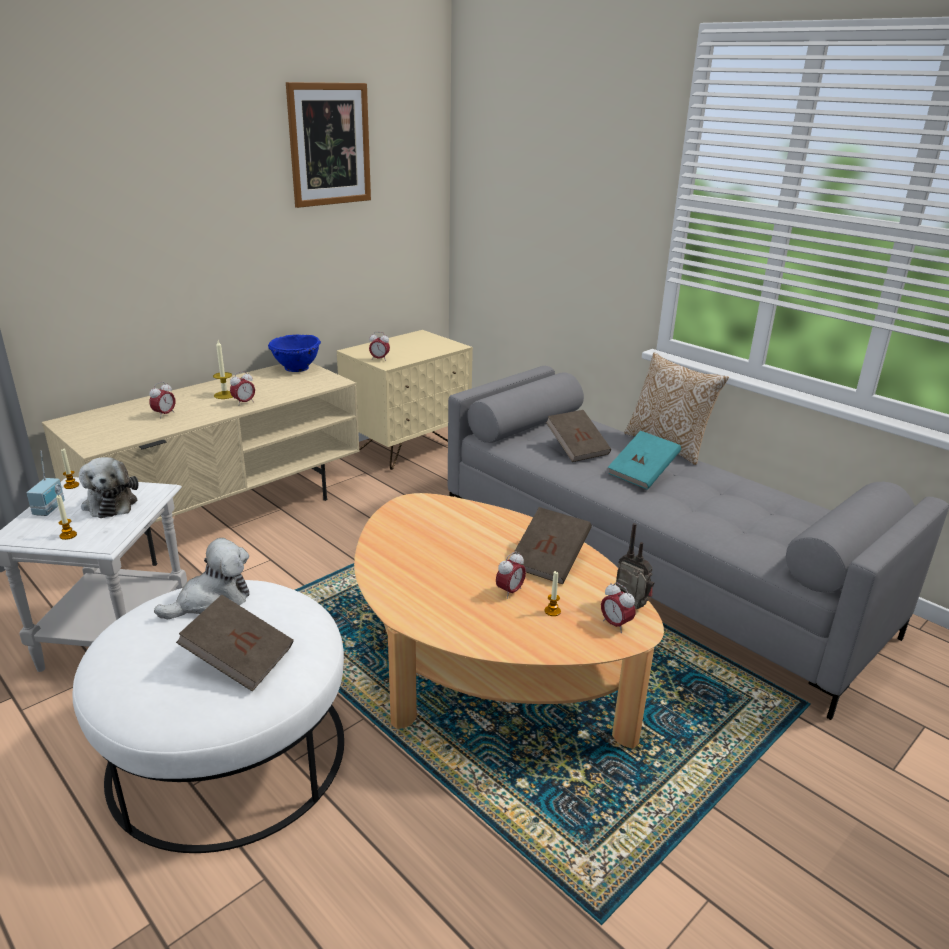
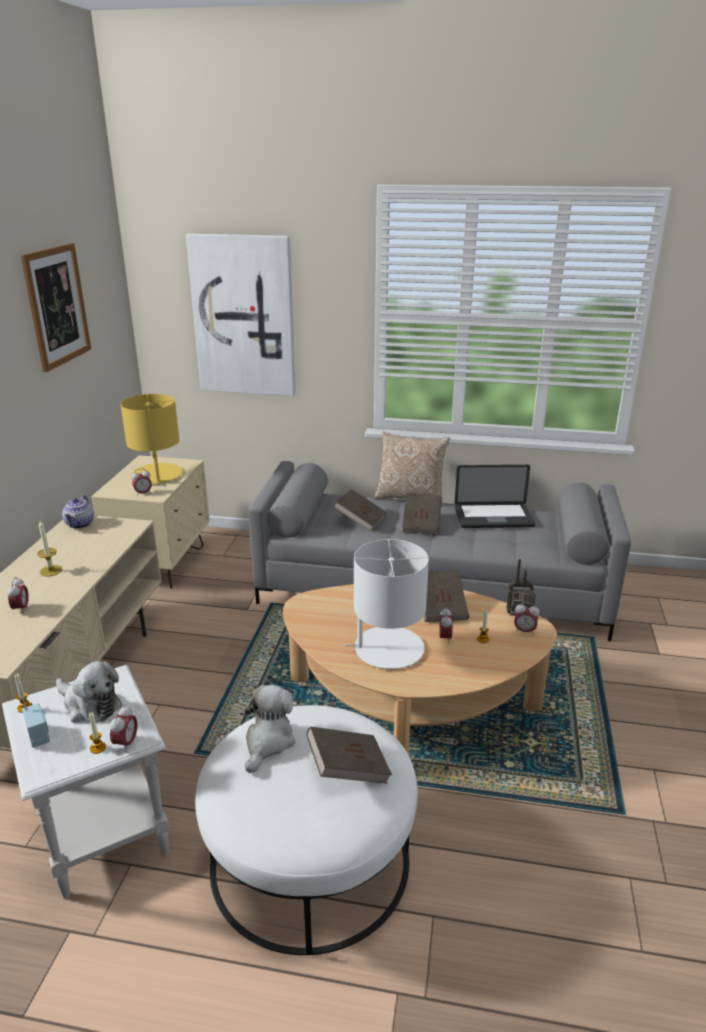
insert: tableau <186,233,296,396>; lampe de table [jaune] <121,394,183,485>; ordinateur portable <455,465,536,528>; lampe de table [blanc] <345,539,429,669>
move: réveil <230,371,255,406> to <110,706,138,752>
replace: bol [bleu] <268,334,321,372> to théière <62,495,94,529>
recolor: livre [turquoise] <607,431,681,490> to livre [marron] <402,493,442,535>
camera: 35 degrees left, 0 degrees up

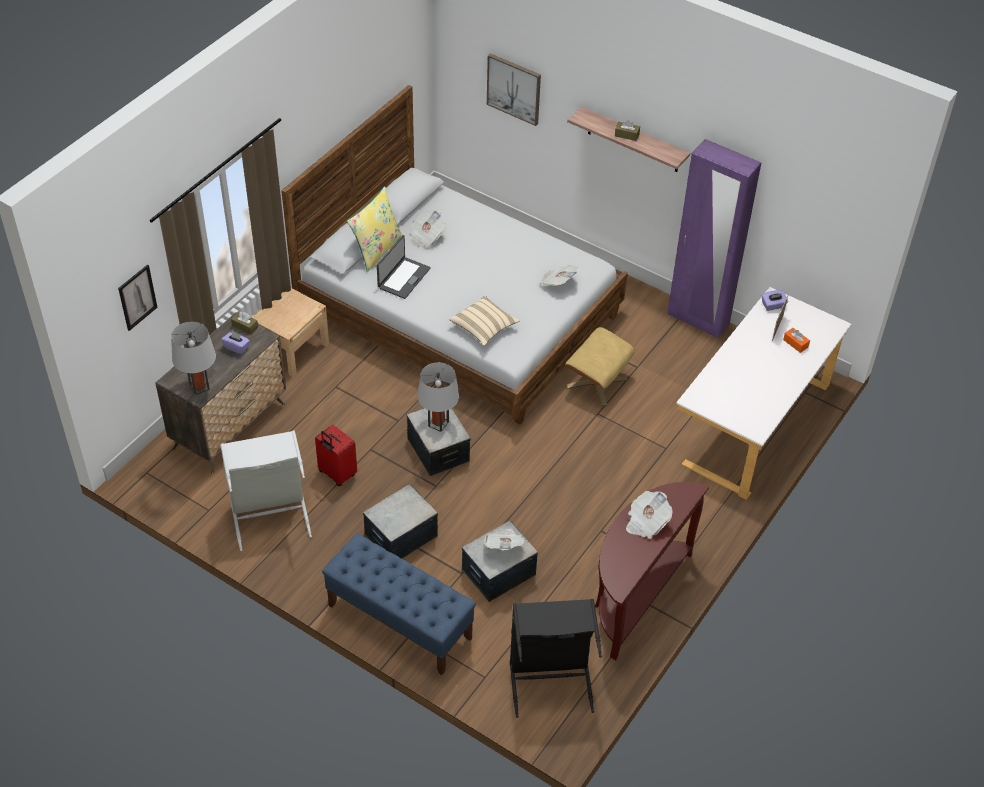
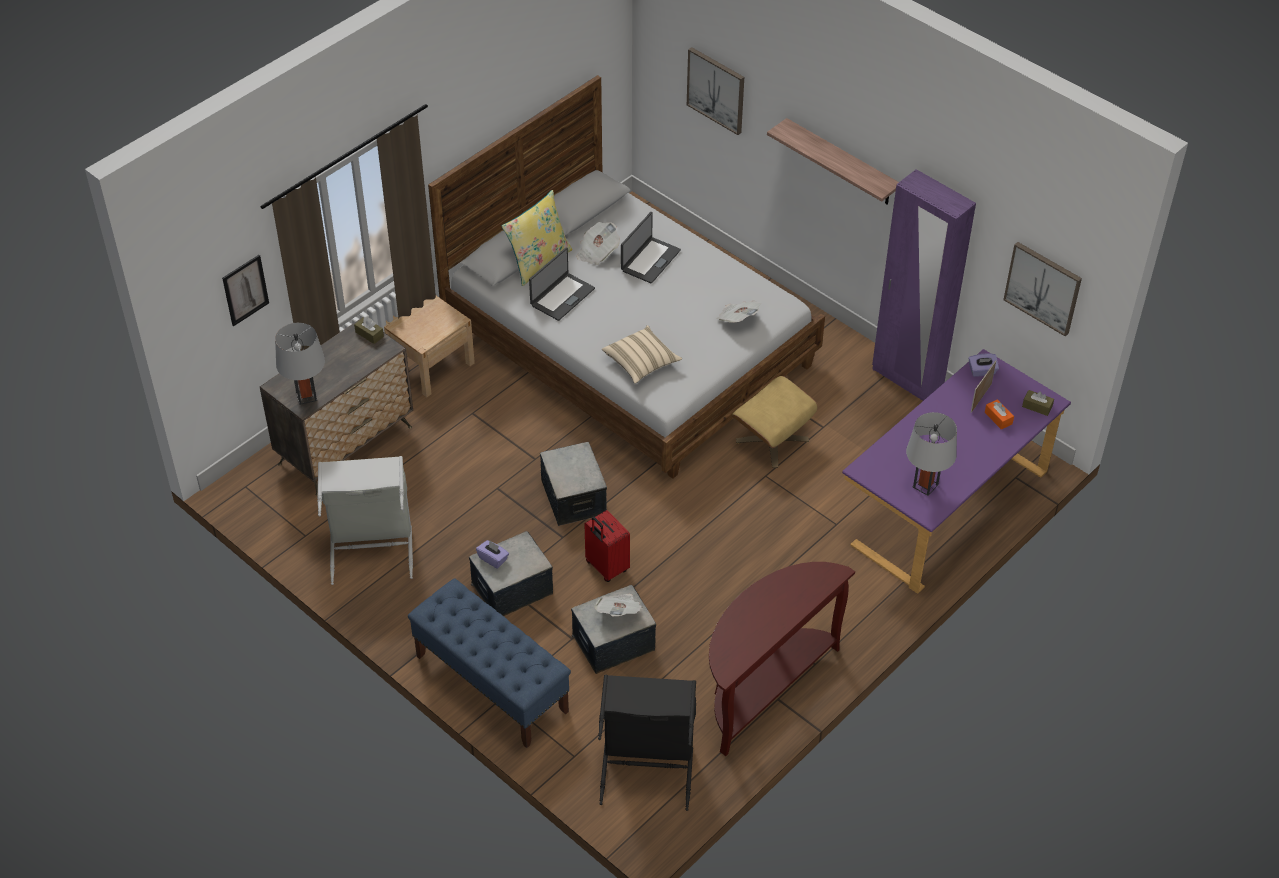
delete: journal <626,491,673,539>
insert: ordinateur portable <621,212,681,284>; tableau <1003,242,1082,337>
move: boîte à mouchoirs [marron] <615,120,640,141> to <1022,390,1054,416>; boîte à mouchoirs [violet] <221,331,250,355> to <476,540,509,569>; lampe de table [gris] <418,362,459,432> to <906,412,957,496>; valise [rouge] <315,425,357,486> to <584,510,630,582>
recolor: bureau [blanc] <676,287,852,500> to bureau [violet] <842,349,1071,594>
camera: 10 degrees right, 0 degrees up

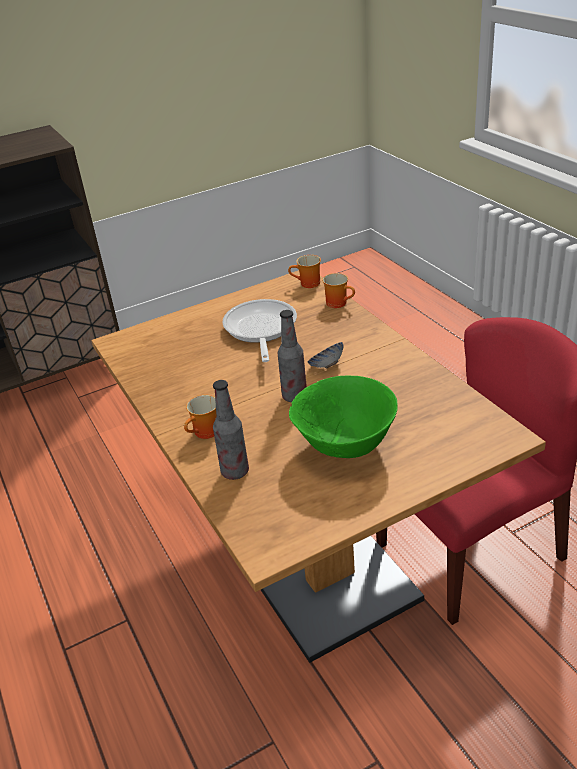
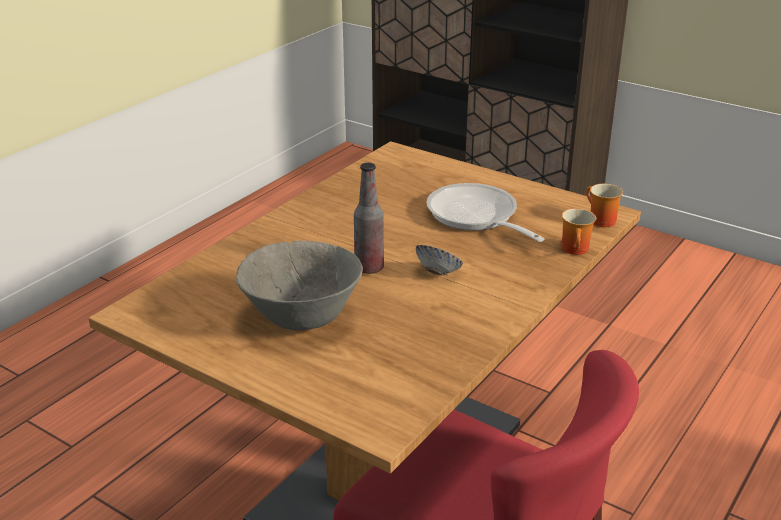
delete: bouteille <213,380,249,480>; mug <184,395,217,439>
recolor: bol [vert] <289,376,398,458> to bol [gris] <236,241,363,330>
rotate: poêle <222,299,297,362> = <426,183,545,242> 90 degrees counterclockwise
camera: 60 degrees right, 5 degrees down

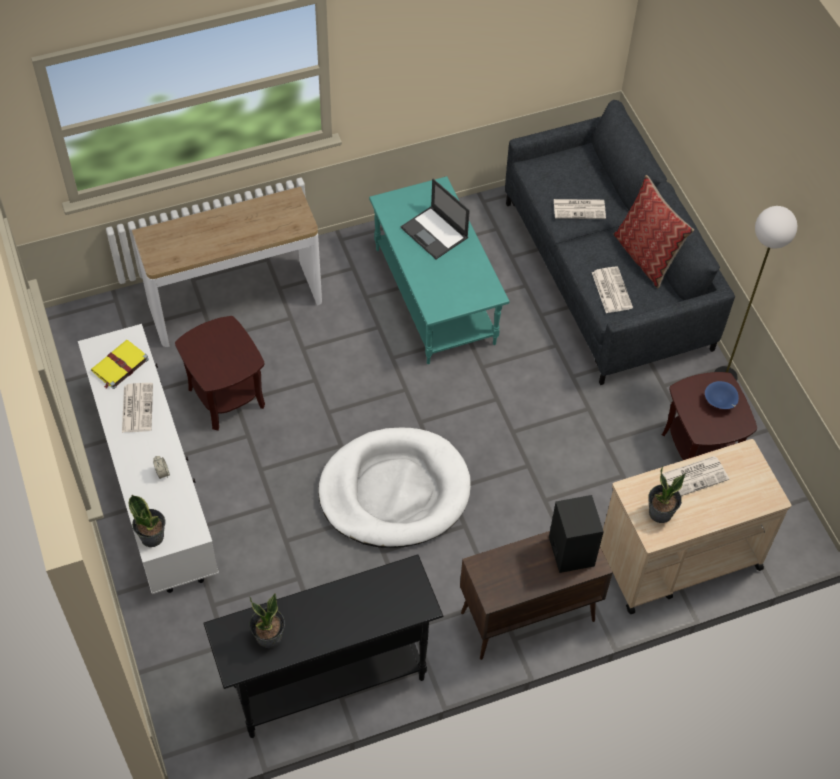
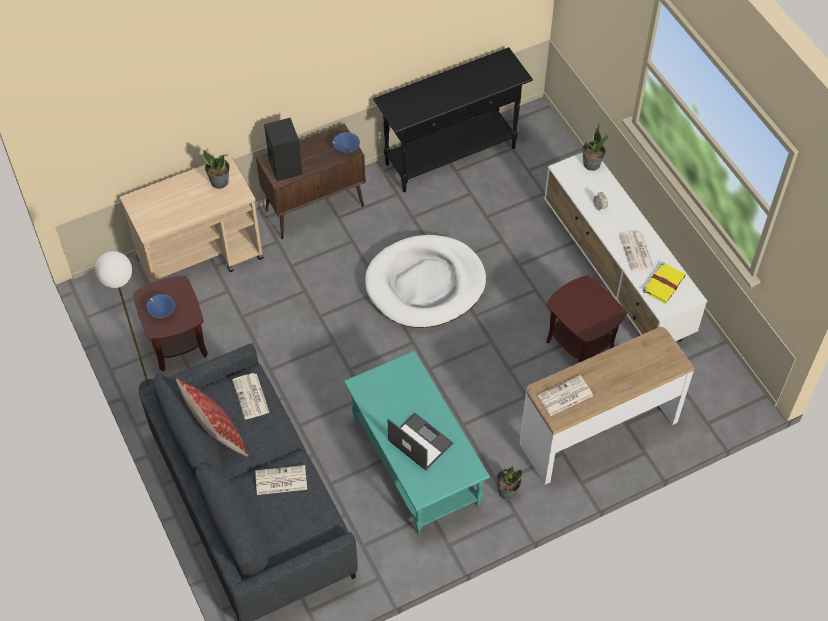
insert: bol [bleu] <333,132,360,153>
move: journal <662,456,729,496> to <538,375,593,416>; plante en pot <249,593,285,648> to <496,466,522,500>
camera: 175 degrees right, 0 degrees up

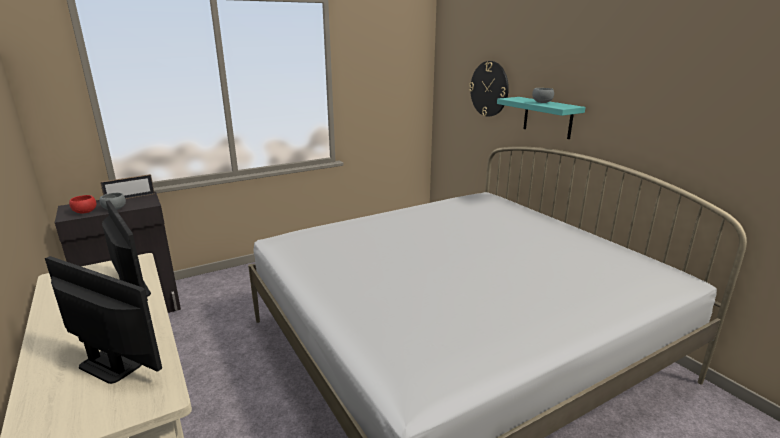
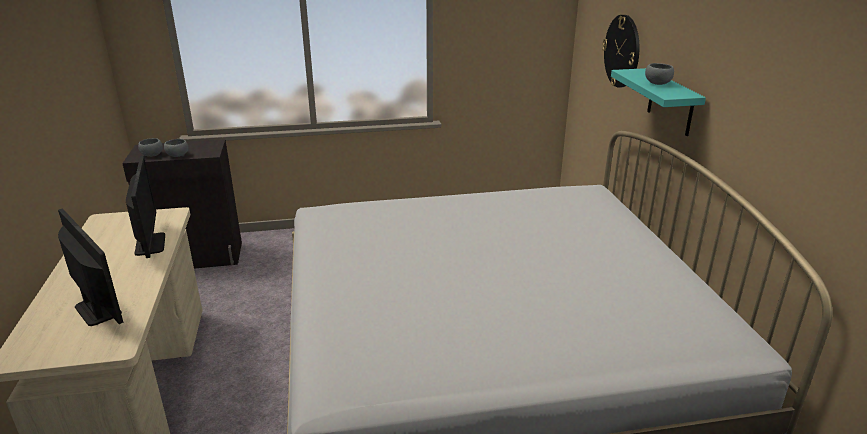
delete: cadre photo <100,174,155,199>
recolor: bol [rouge] <69,195,96,213> to bol [gris] <138,138,163,157>
camera: 20 degrees right, 5 degrees up

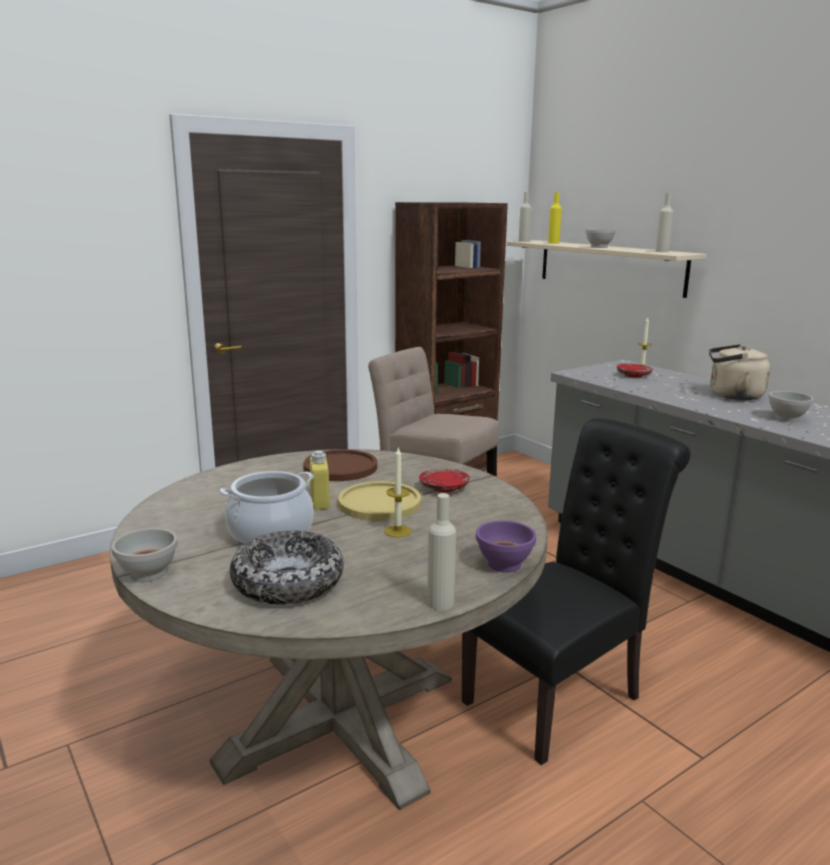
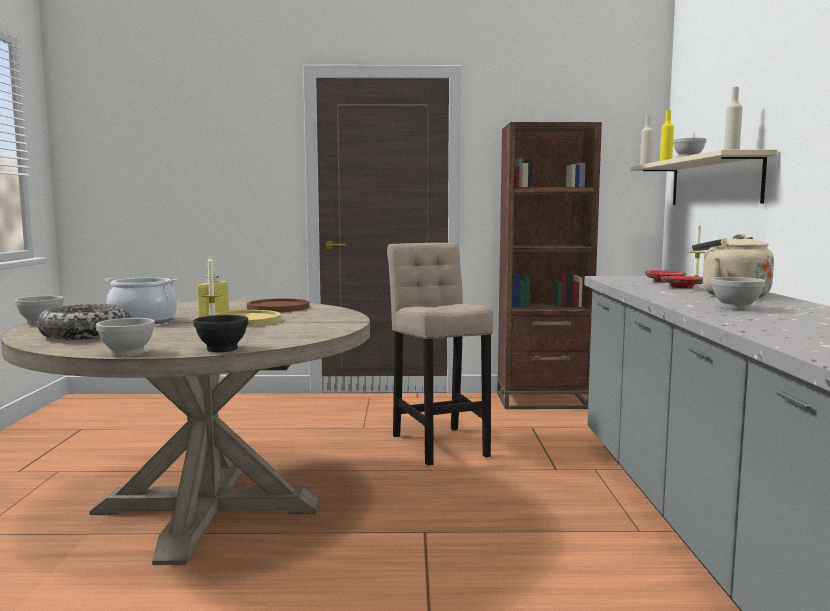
delete: chaise [noir] <462,418,690,765>
move: assiette [rouge] <419,468,470,492> to <660,276,703,288>
replace: bouteille [beige] <427,493,456,610> to bol [blanc] <96,318,155,357>
recolor: bol [violet] <476,520,536,573> to bol [noir] <193,315,248,352>
camera: 35 degrees right, 10 degrees down

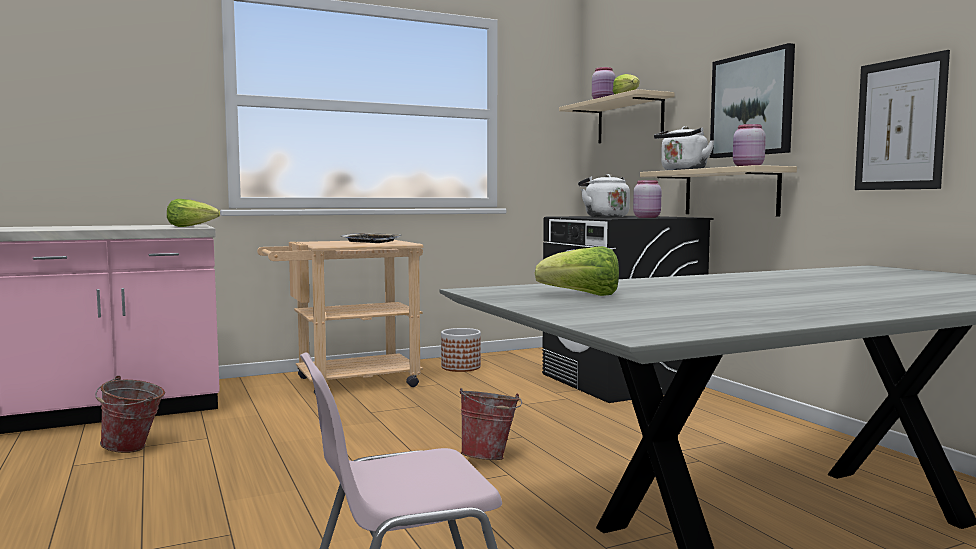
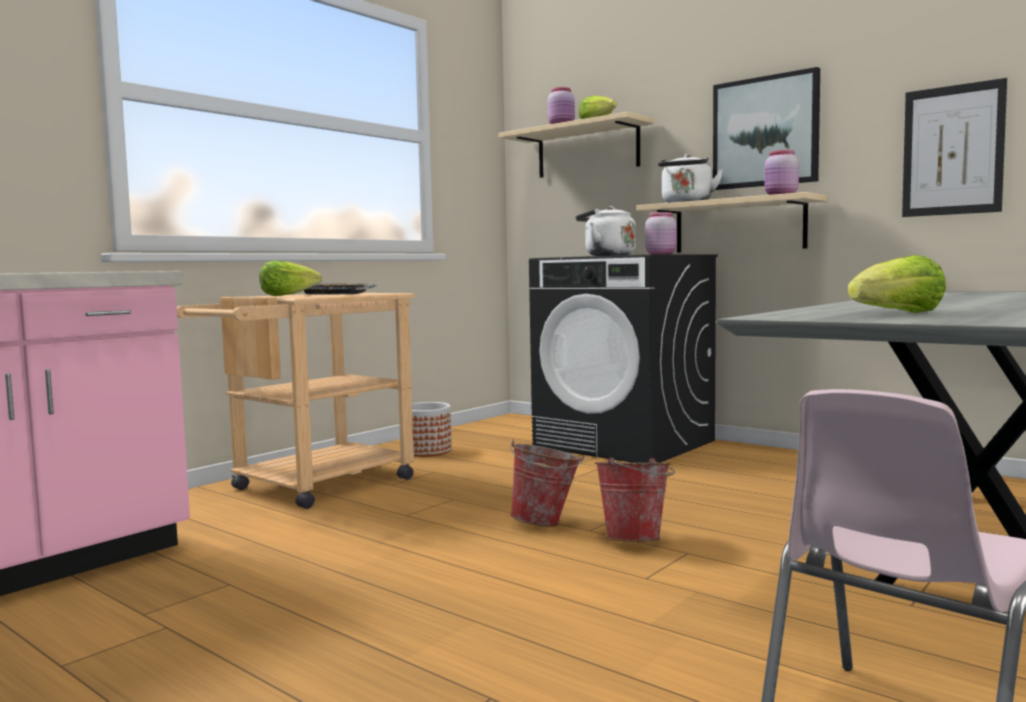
move: laitue <167,199,220,227> to <259,261,322,296>; seau <95,376,165,453> to <510,440,584,527>
camera: 25 degrees left, 0 degrees up

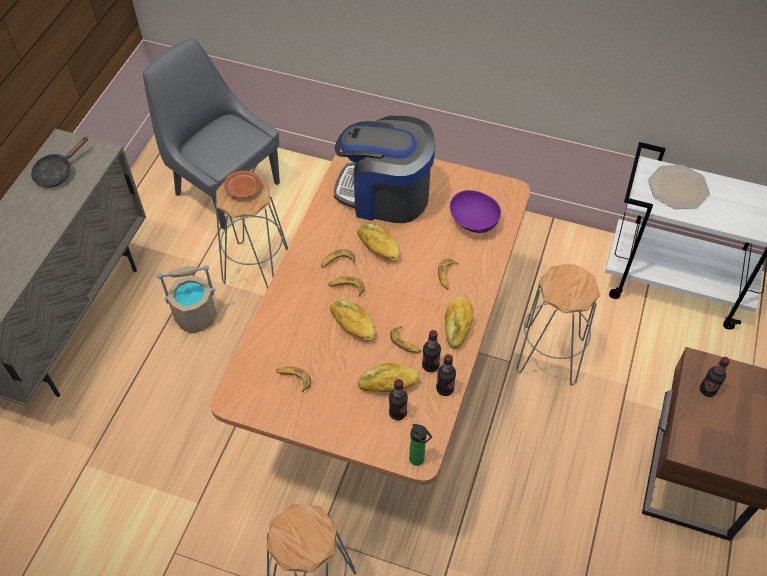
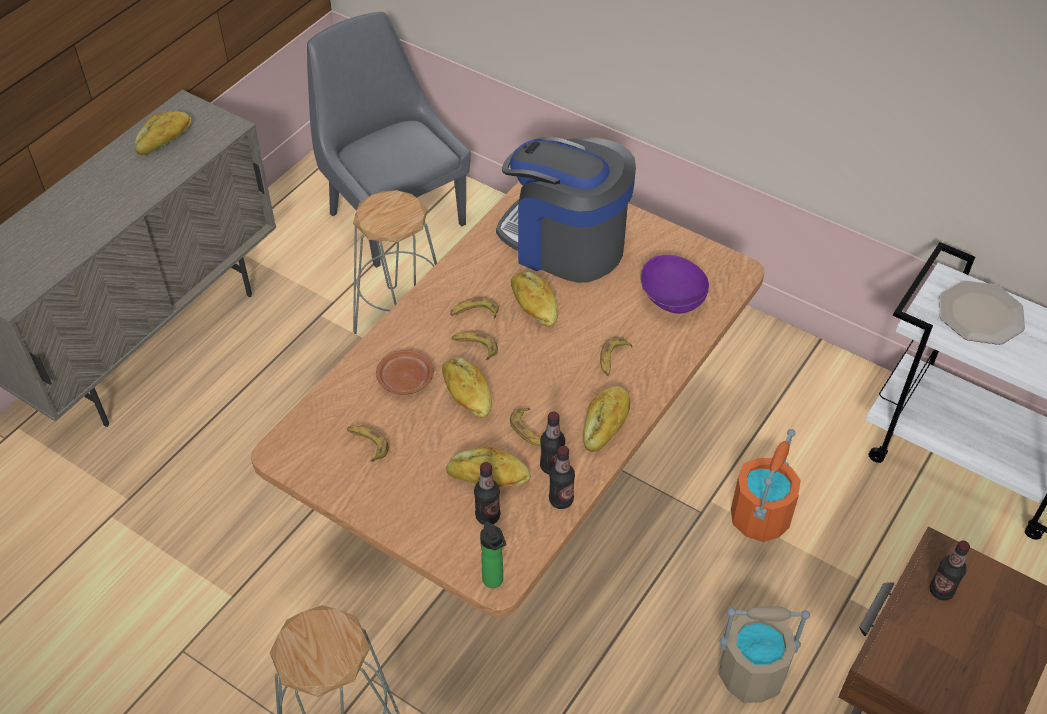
move: assiette [marron] <224,170,261,198> to <376,350,434,395>; seau [beige] <157,265,217,334> to <719,606,810,703>
replace: poêle [noir] <31,137,88,188> to pain <135,111,192,155>; tabouret [gris] <516,264,600,386> to seau [orange] <731,429,801,542>
camera: 15 degrees right, 5 degrees down

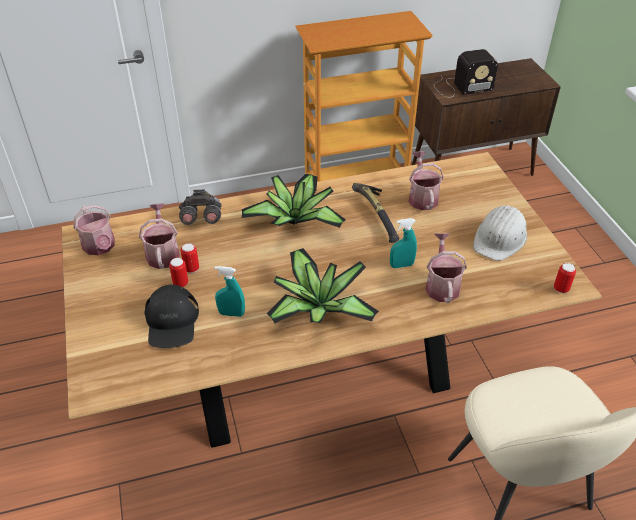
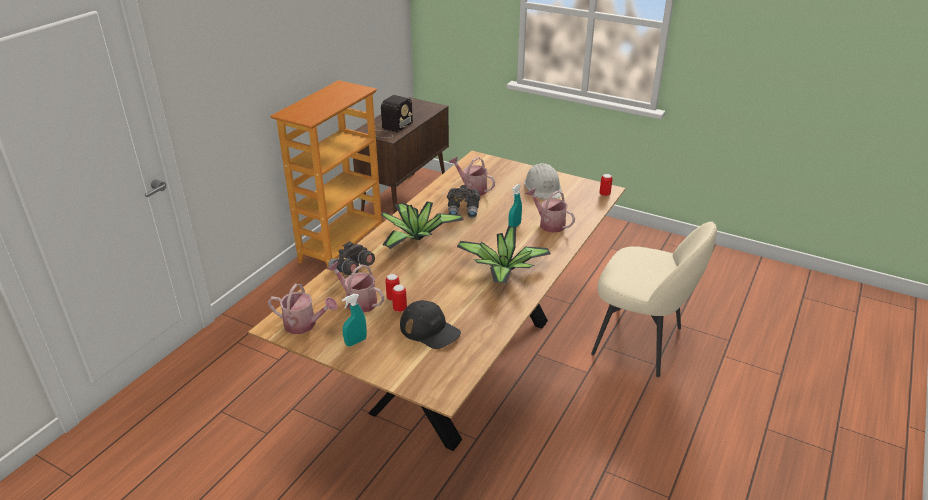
move: vaporisateur [turquoise] <215,266,245,317> to <342,294,367,346>
replace: marteau <352,183,399,243> to jumelles [gris] <447,185,480,218>
camera: 45 degrees left, 10 degrees down

